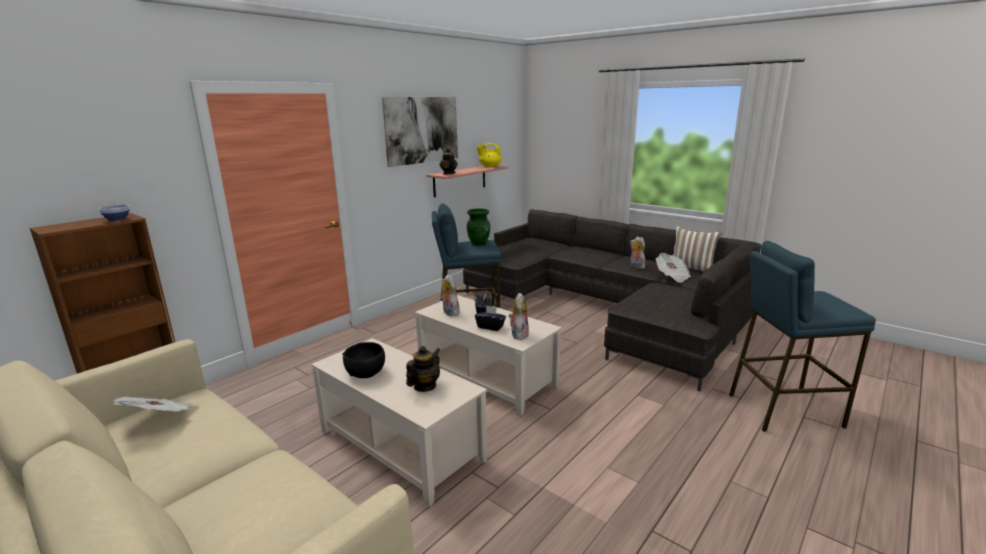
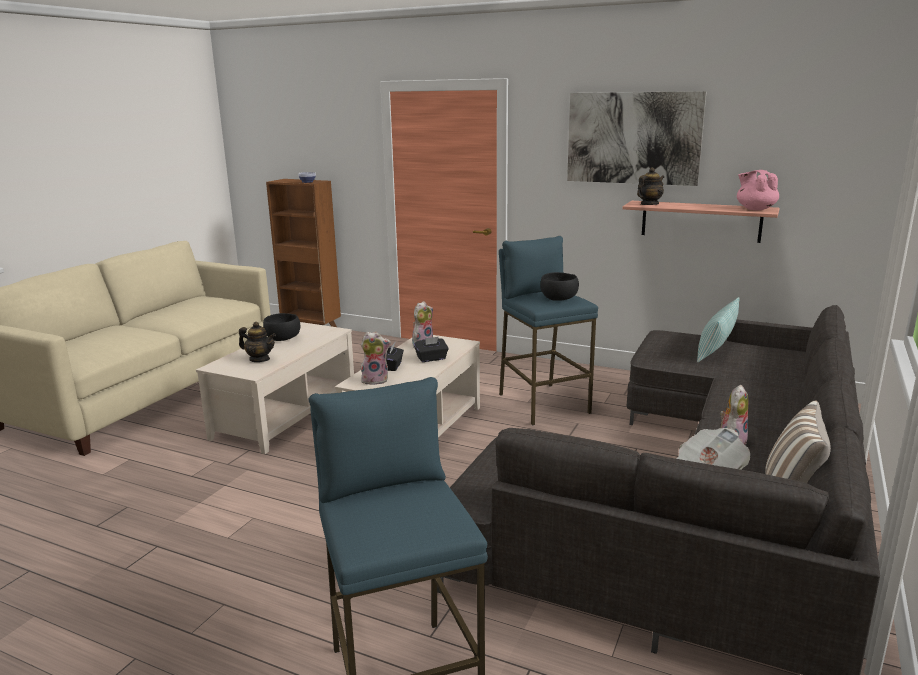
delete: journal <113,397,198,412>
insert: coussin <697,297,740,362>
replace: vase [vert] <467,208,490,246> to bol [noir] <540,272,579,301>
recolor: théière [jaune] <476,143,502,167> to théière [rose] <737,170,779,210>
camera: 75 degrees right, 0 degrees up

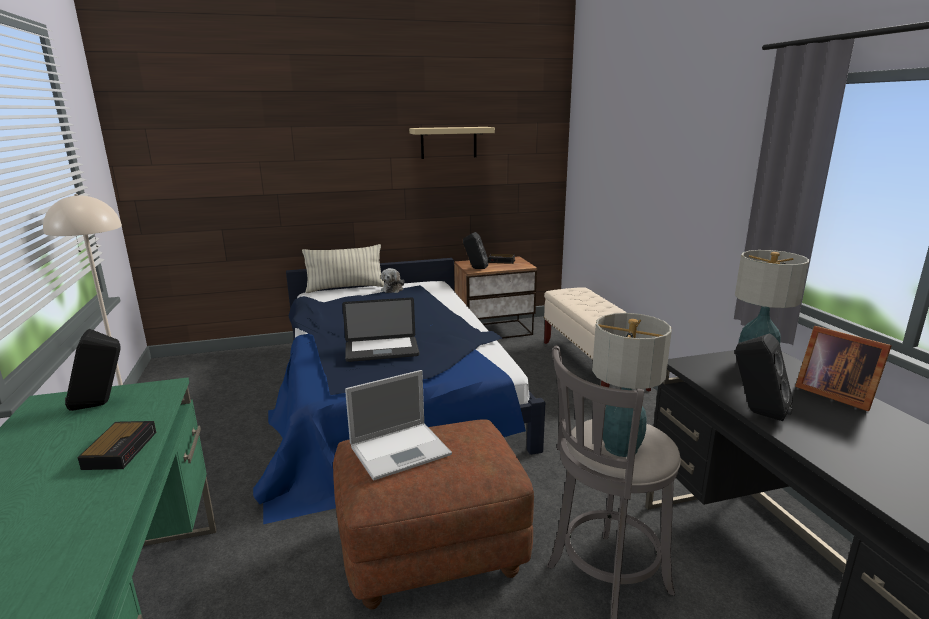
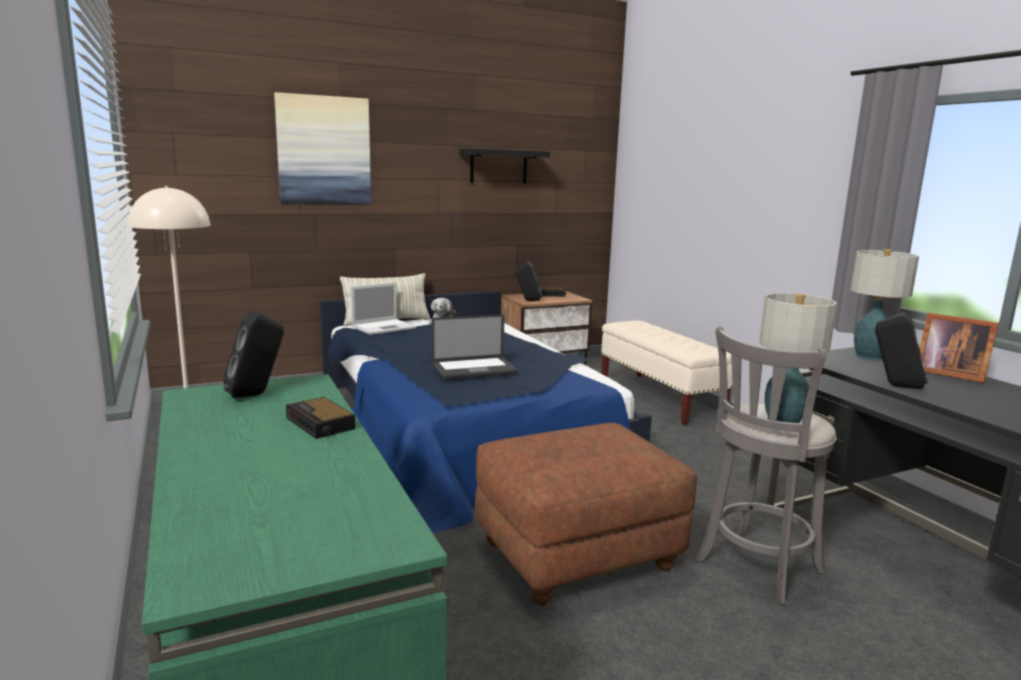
insert: tableau <274,92,371,205>
move: ordinateur portable <345,370,452,481> to <350,282,416,335>
recolor: étagère [beige] <409,127,495,159> to étagère [noir] <459,148,550,183>
rotate: réveil <77,421,157,470> = <286,397,356,439> 150 degrees clockwise
camera: 10 degrees left, 5 degrees down

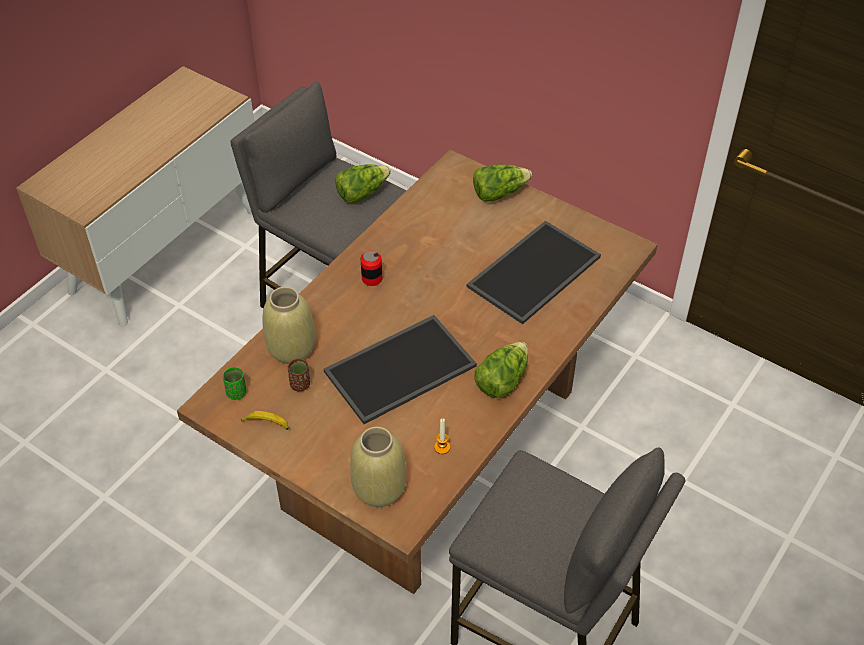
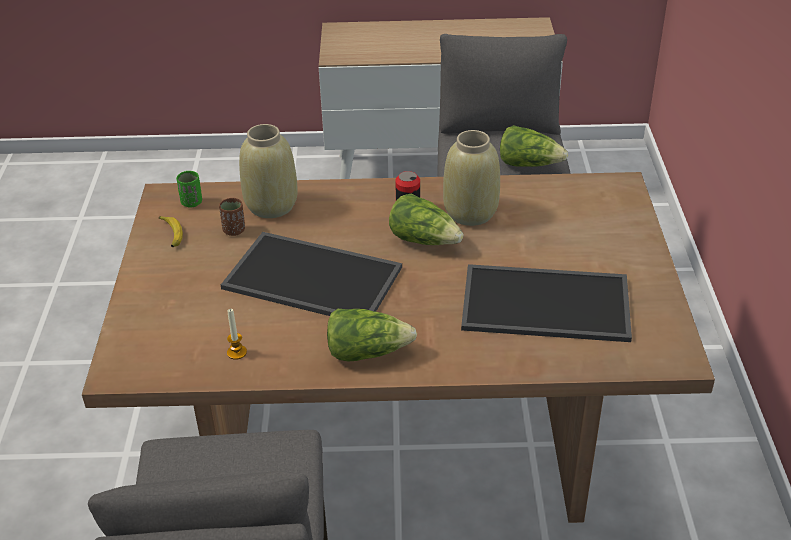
move: laitue <473,164,532,202> to <389,194,464,245>; vase [beige] <350,427,406,507> to <443,130,500,226>
camera: 55 degrees right, 10 degrees down

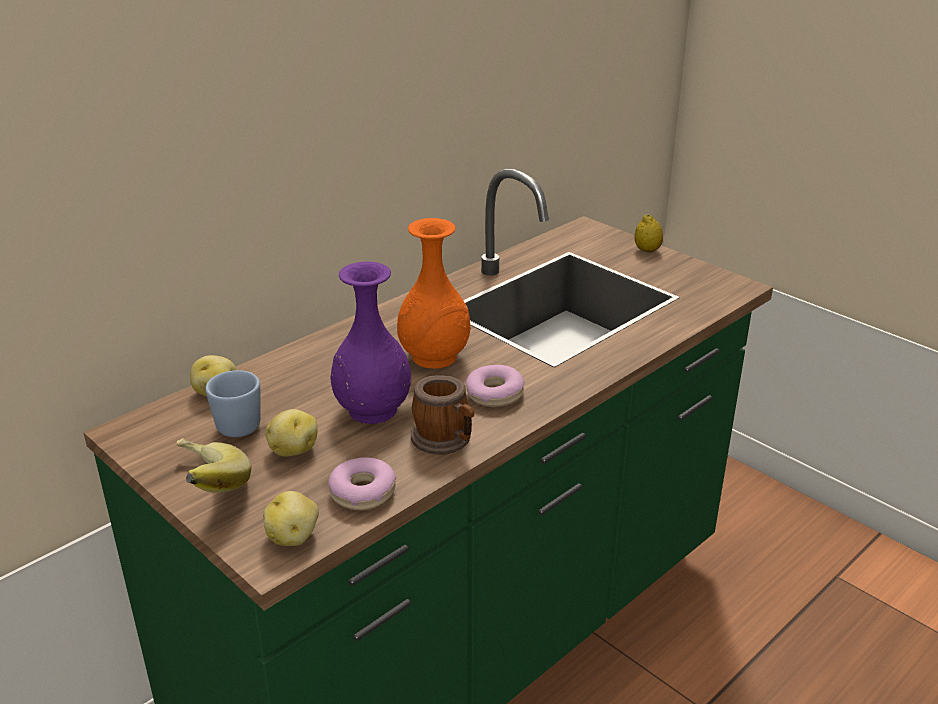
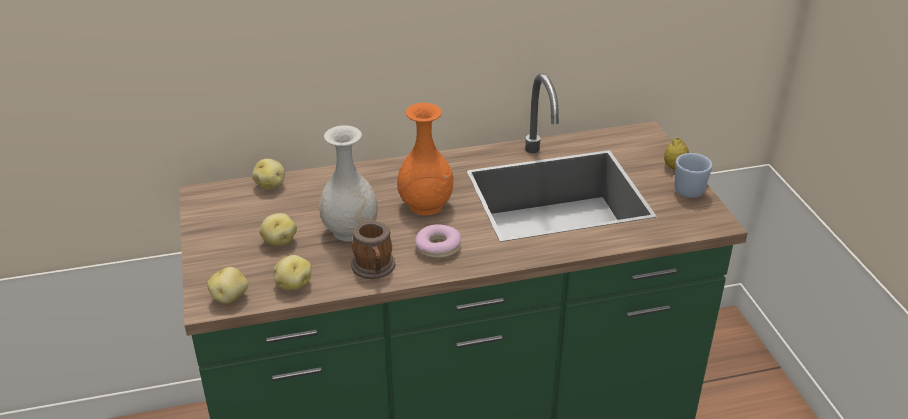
delete: banane <176,438,252,493>
move: mug [bleu] <205,370,261,437> to <675,153,712,198>
replace: beignet <328,457,396,511> to pomme de terre <273,255,311,290>
recolor: vase [violet] <331,261,411,424> to vase [blanc] <319,125,378,242>
camera: 30 degrees right, 5 degrees up

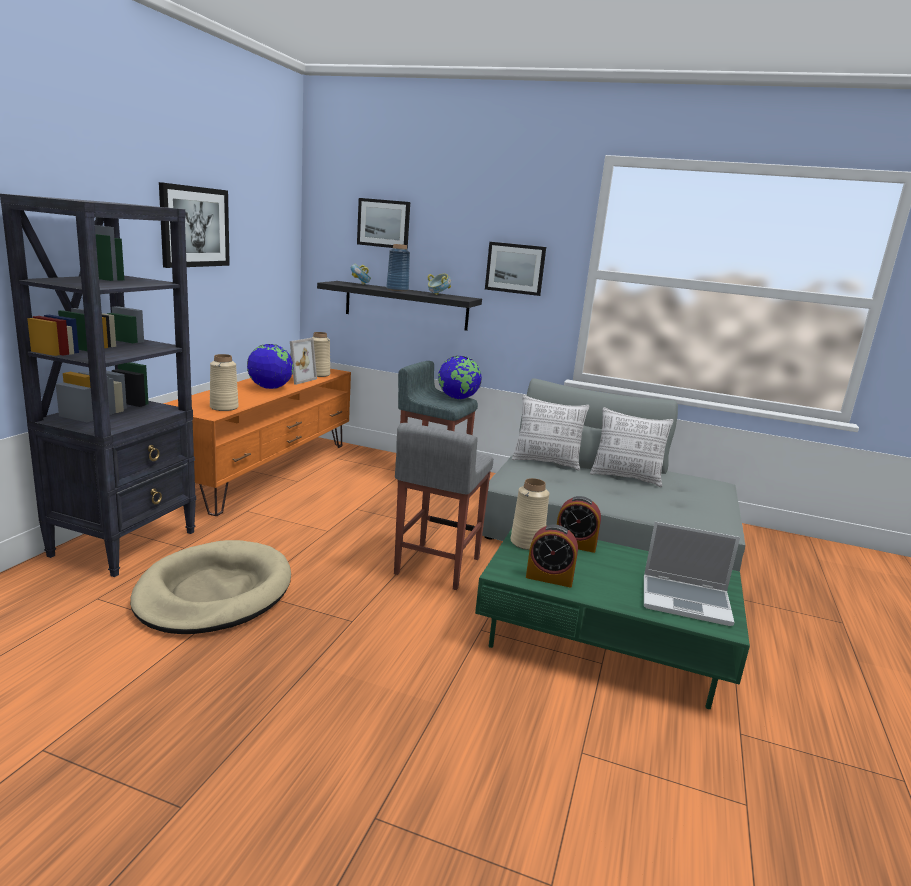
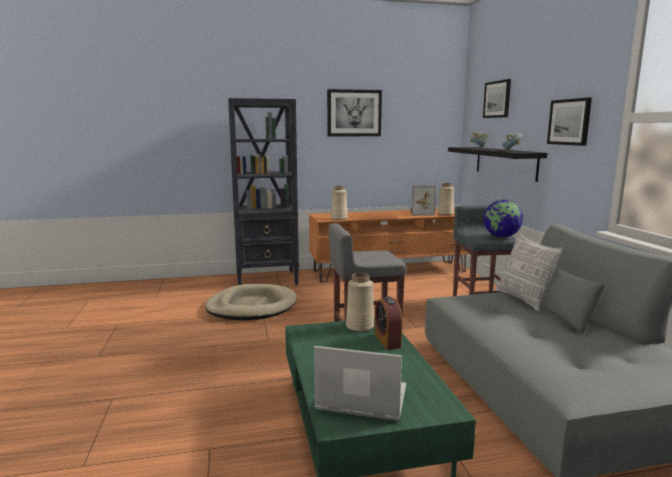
delete: vase [bleu] <386,244,410,291>; globe <247,344,293,389>; coussin <590,407,674,487>; réveil <526,524,578,587>
rotate: ordinateur portable <644,522,740,626> = <314,346,406,421> 120 degrees clockwise
camera: 60 degrees right, 5 degrees down

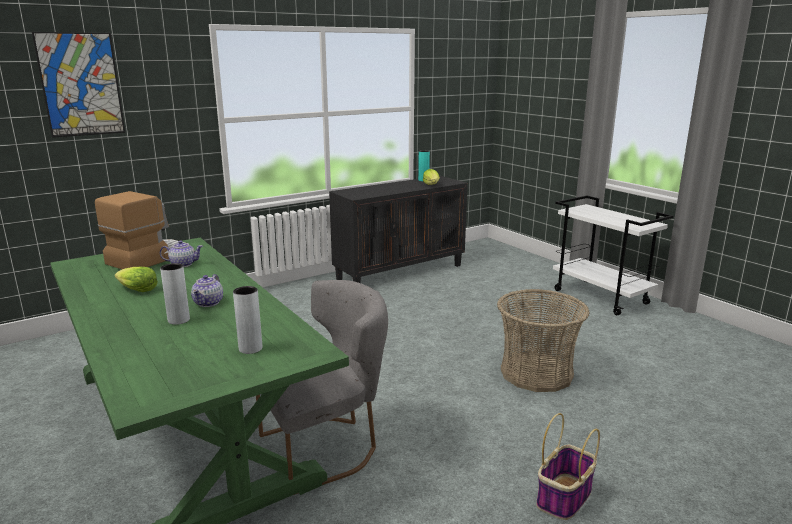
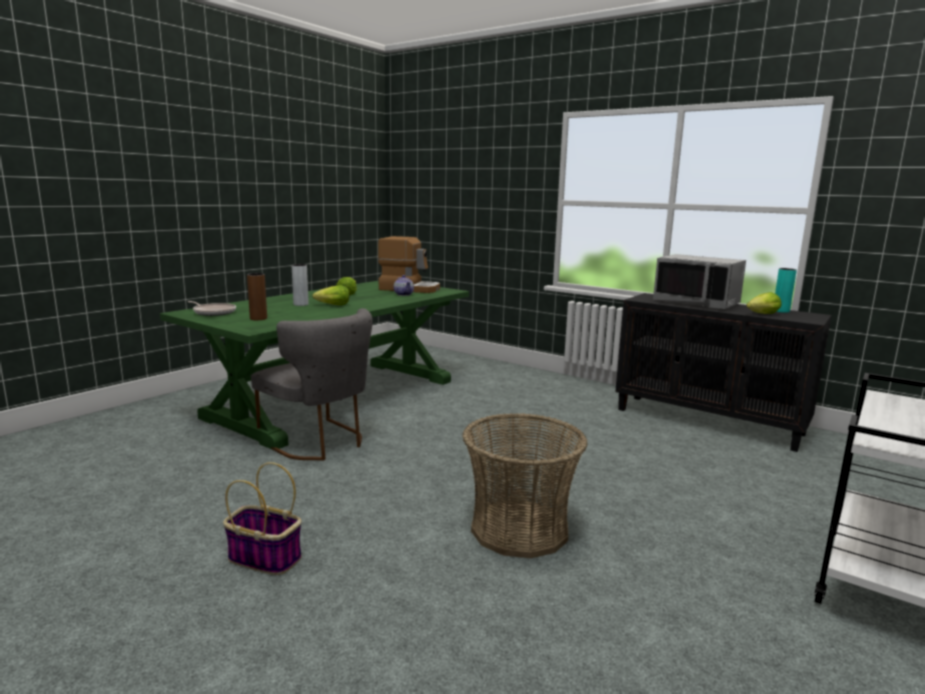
delete: tableau <32,32,125,138>
insert: micro-ondes [gris] <653,254,746,309>; poêle <188,301,236,316>
replace: théière <191,274,223,307> to laitue <312,285,349,305>
recolor: vase [gris] <233,286,262,354> to vase [marron] <247,273,267,320>
camera: 70 degrees right, 5 degrees down

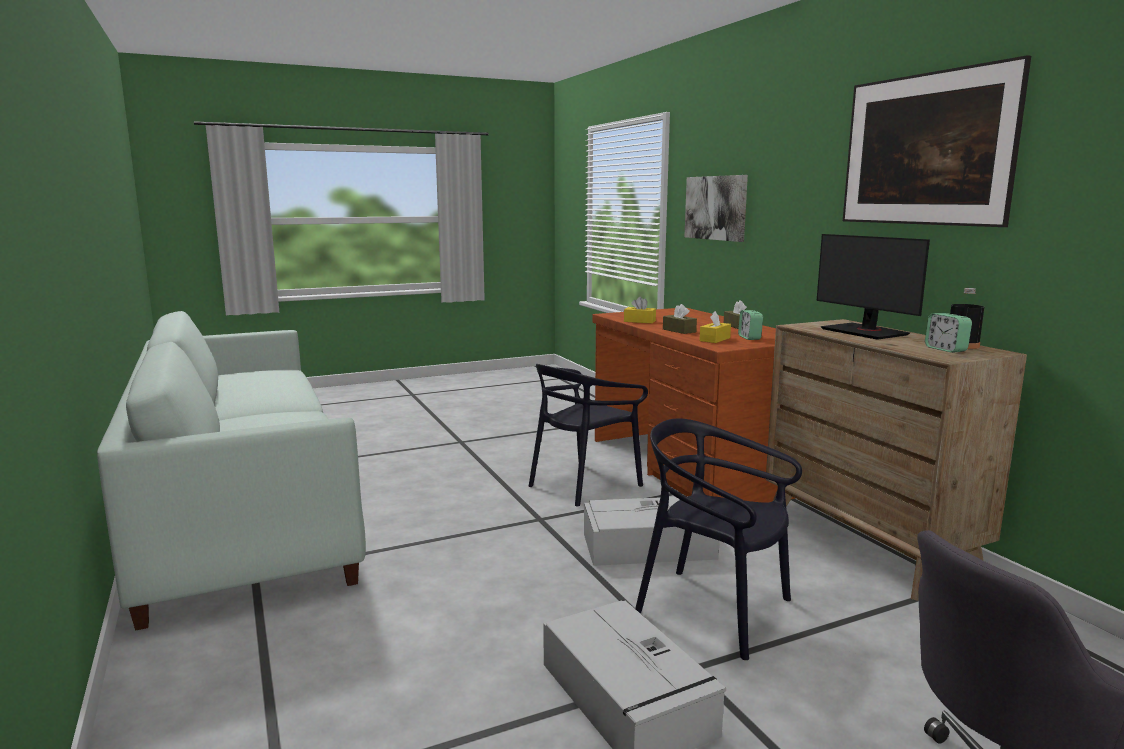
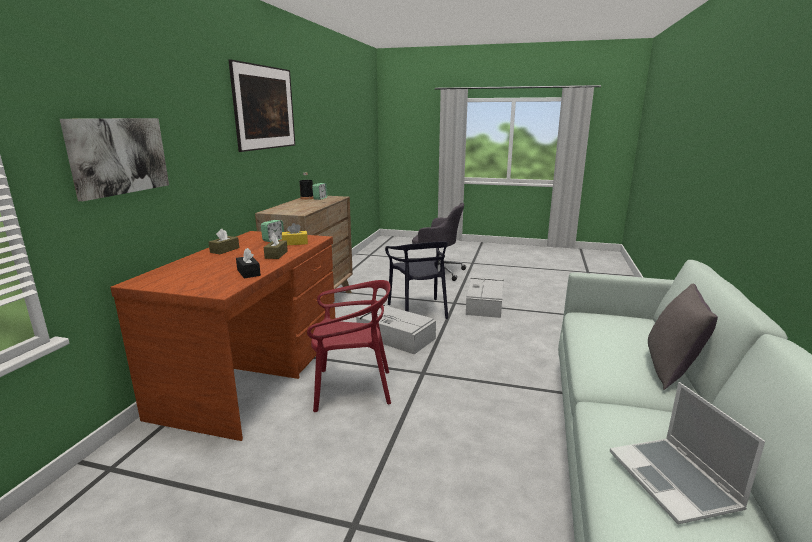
delete: écran d'ordinateur <816,234,930,340>
insert: coussin [gris] <648,284,718,390>; ordinateur portable <610,382,765,524>
recolor: boîte à mouchoirs [jaune] <624,297,656,323> to boîte à mouchoirs [noir] <236,248,261,278>; chaise [noir] <529,364,648,507> to chaise [rouge] <307,280,391,412>
camera: 140 degrees left, 5 degrees up

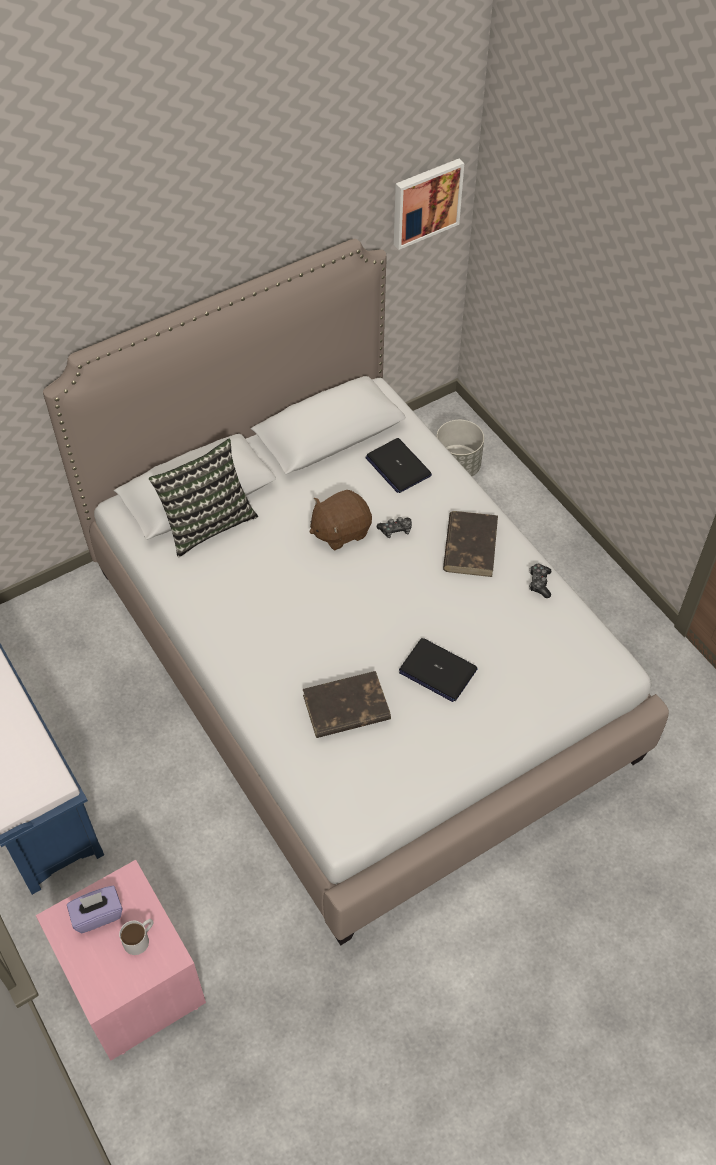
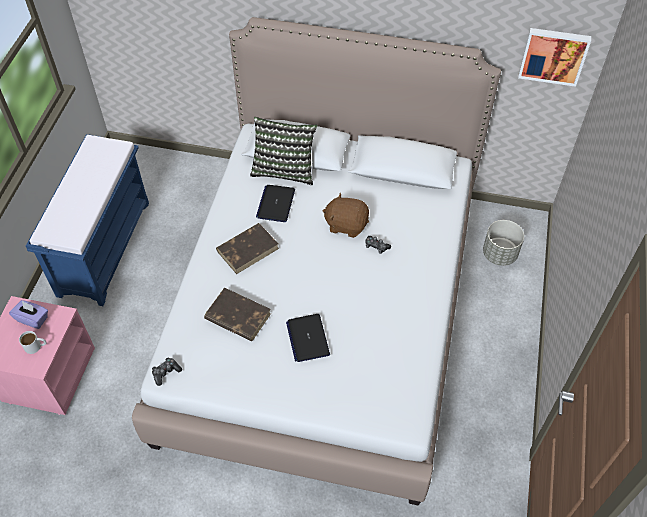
move: ordinateur portable <365,438,432,493> to <256,185,295,222>; livre [marron] <443,511,498,577> to <216,223,279,274>; manette <529,564,551,598> to <152,358,182,386>
camera: 45 degrees right, 0 degrees up

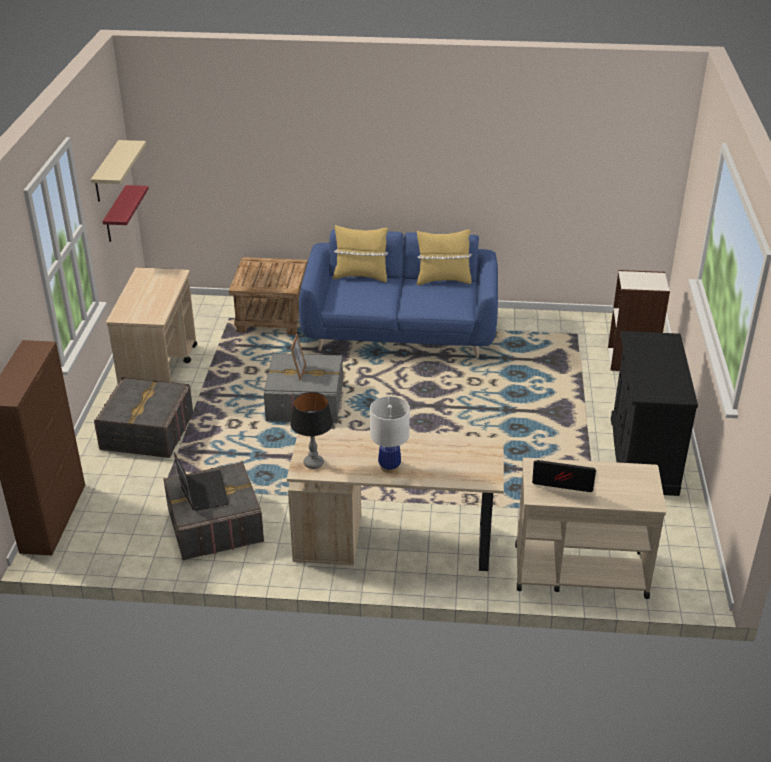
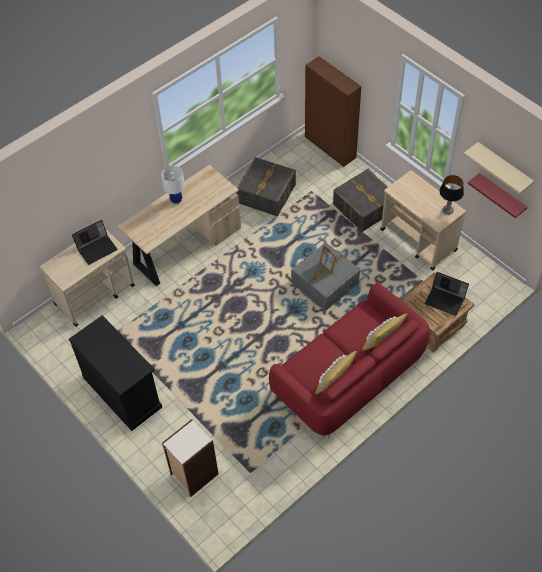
move: lampe de table <290,392,333,469> to <439,175,464,215>; ordinateur portable <174,452,229,511> to <425,272,469,316>
recolor: canapé [bleu] <299,230,498,358> to canapé [rouge] <269,283,430,439>
camera: 135 degrees right, 20 degrees up

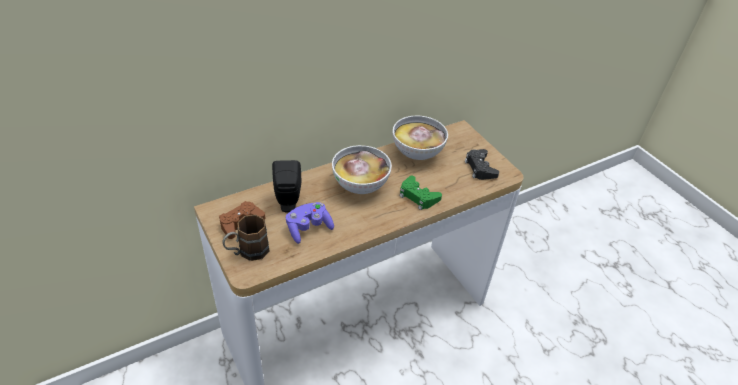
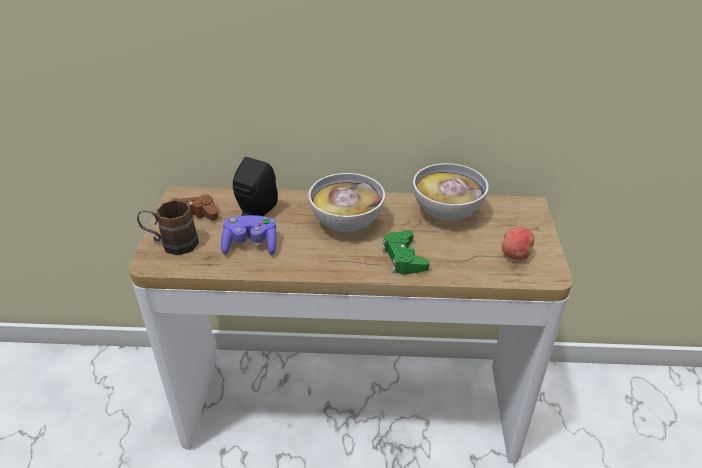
replace: manette [noir] <465,149,499,180> to pomme <502,227,534,260>
camera: 35 degrees right, 5 degrees down

